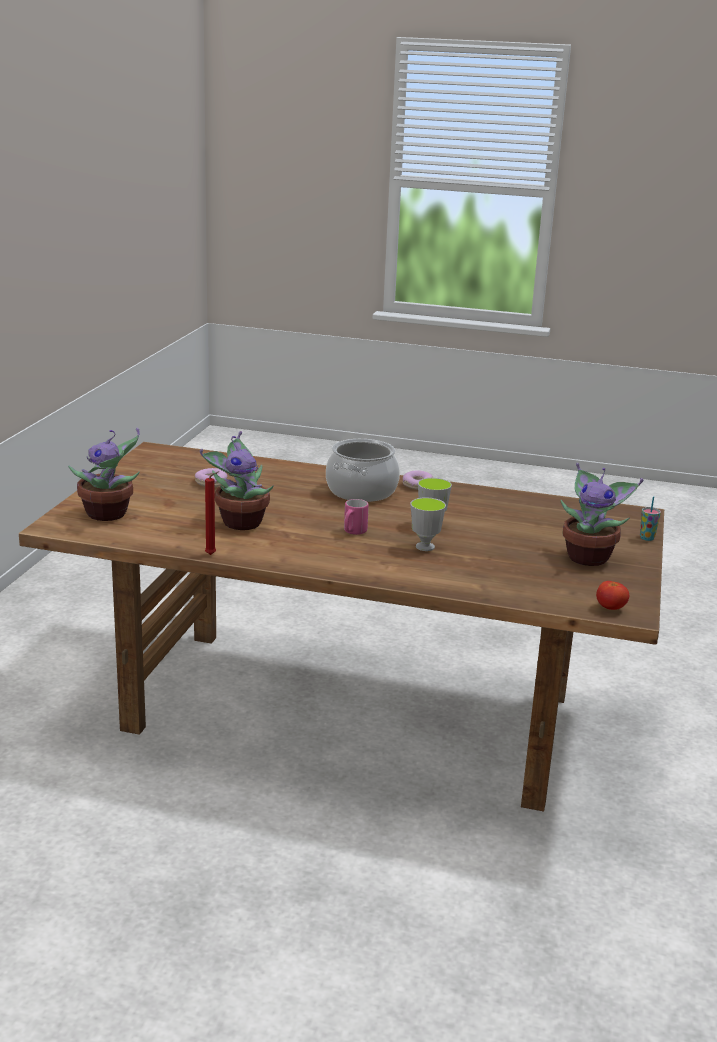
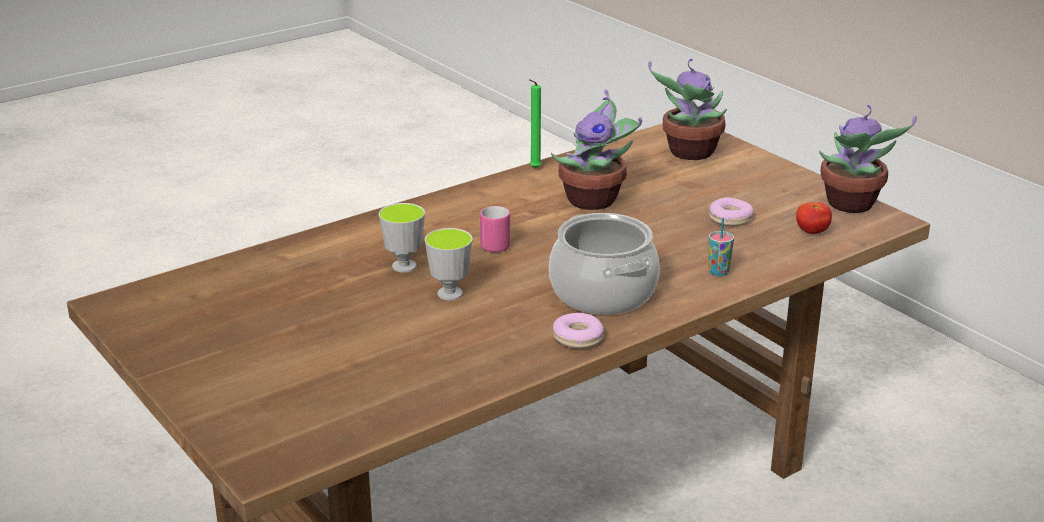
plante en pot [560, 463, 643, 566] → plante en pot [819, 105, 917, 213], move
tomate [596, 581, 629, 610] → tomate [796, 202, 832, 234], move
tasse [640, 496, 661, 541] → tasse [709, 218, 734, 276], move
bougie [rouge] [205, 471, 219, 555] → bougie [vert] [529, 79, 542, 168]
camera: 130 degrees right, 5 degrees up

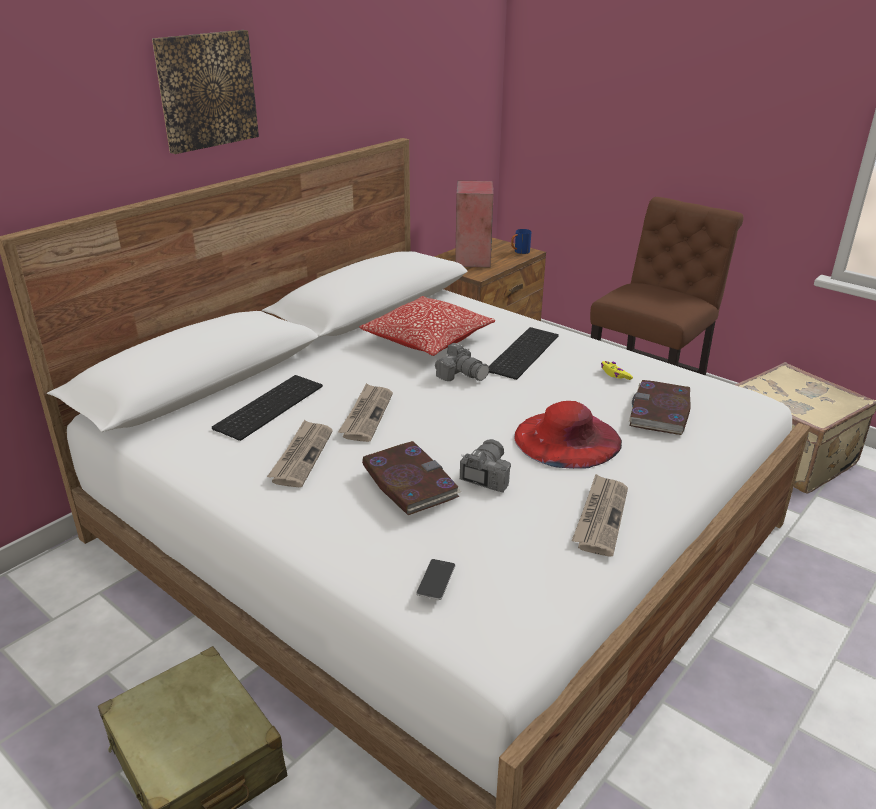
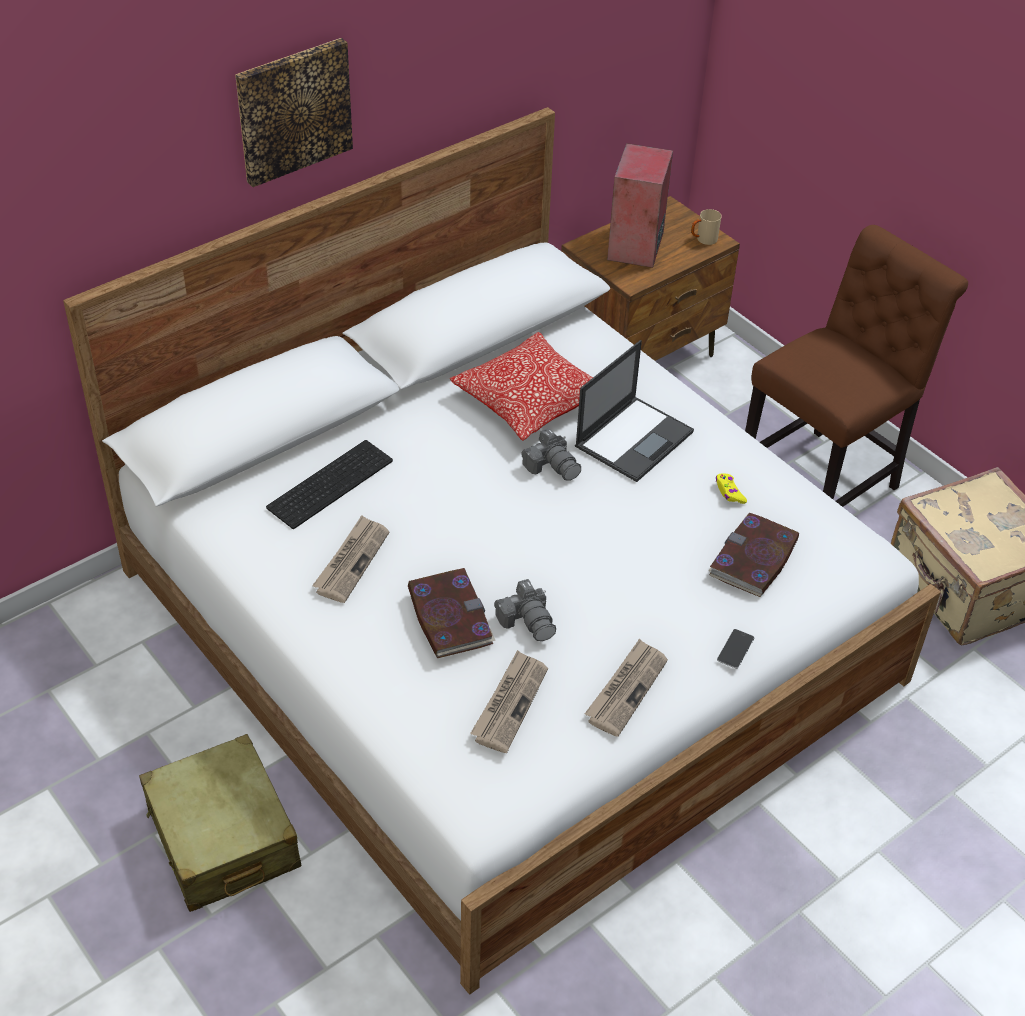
chapeau [rouge] [514, 401, 622, 469] → -
journal [338, 383, 393, 442] → journal [470, 650, 548, 753], move
téléphone [416, 559, 455, 600] → téléphone [717, 629, 754, 669], move
clavier [488, 327, 559, 380] → ordinateur portable [575, 340, 694, 482]
mug [bleu] [511, 229, 532, 254] → mug [beige] [691, 209, 722, 245]
appareil photo [460, 439, 511, 493] → appareil photo [494, 579, 556, 641], 120 degrees clockwise
camera: 10 degrees right, 15 degrees up

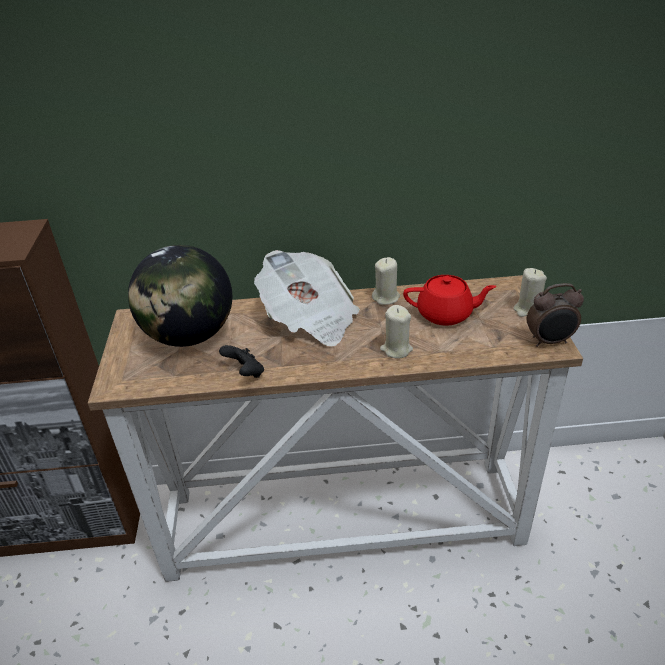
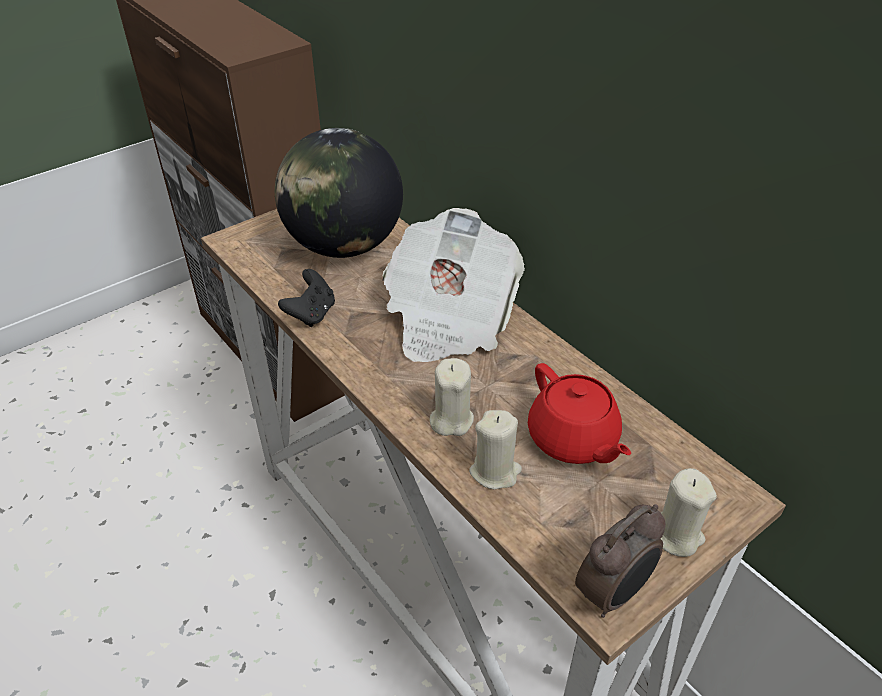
bougie [beige] [372, 257, 400, 305] → bougie [beige] [469, 410, 522, 490], move
réveil [527, 283, 584, 347] → réveil [575, 504, 666, 618], 90 degrees counterclockwise
camera: 55 degrees right, 5 degrees up

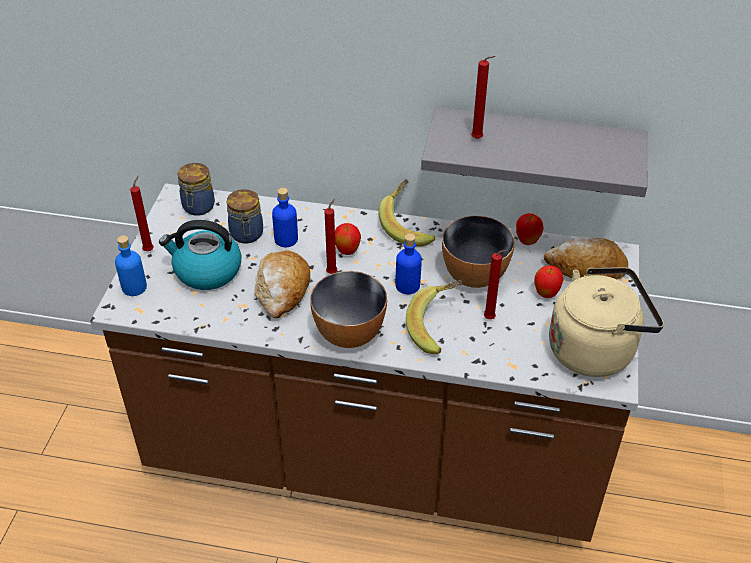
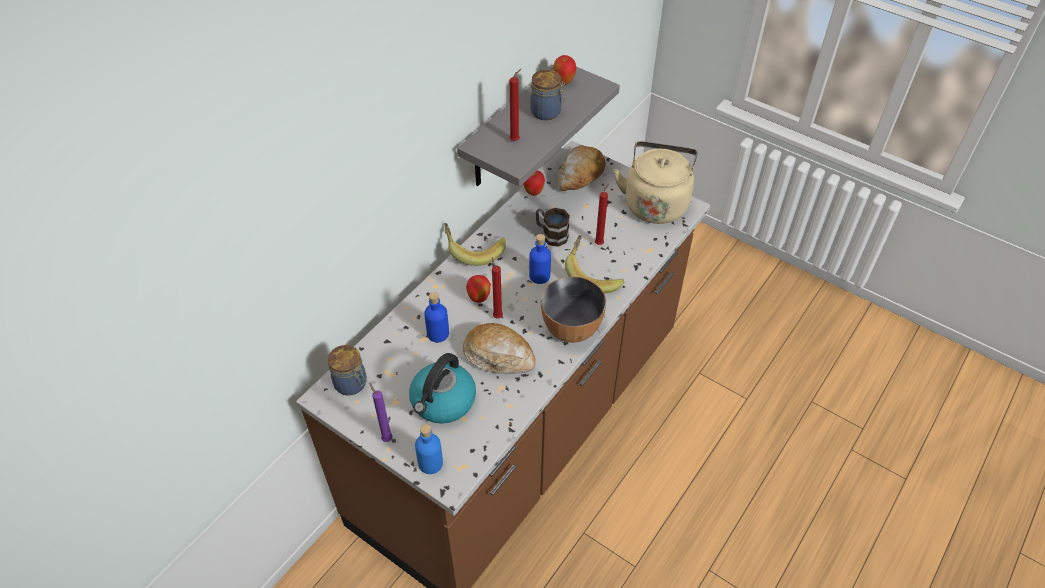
bocal [227, 189, 263, 243] → bocal [530, 70, 565, 120], move
pomme [534, 265, 563, 298] → pomme [553, 55, 576, 85], move
bol [442, 216, 515, 288] → mug [536, 208, 570, 247]
bougie [rouge] [130, 176, 154, 251] → bougie [violet] [369, 383, 393, 442]
camera: 65 degrees left, 5 degrees up

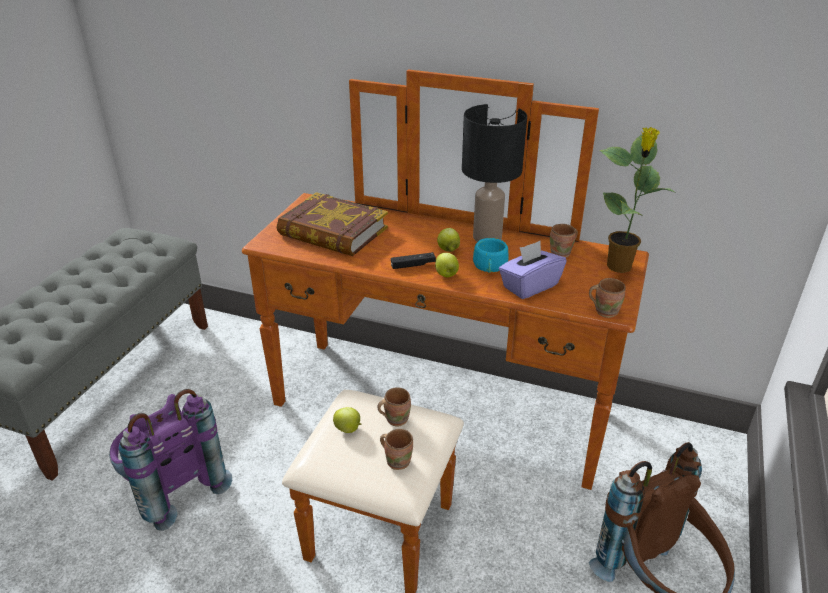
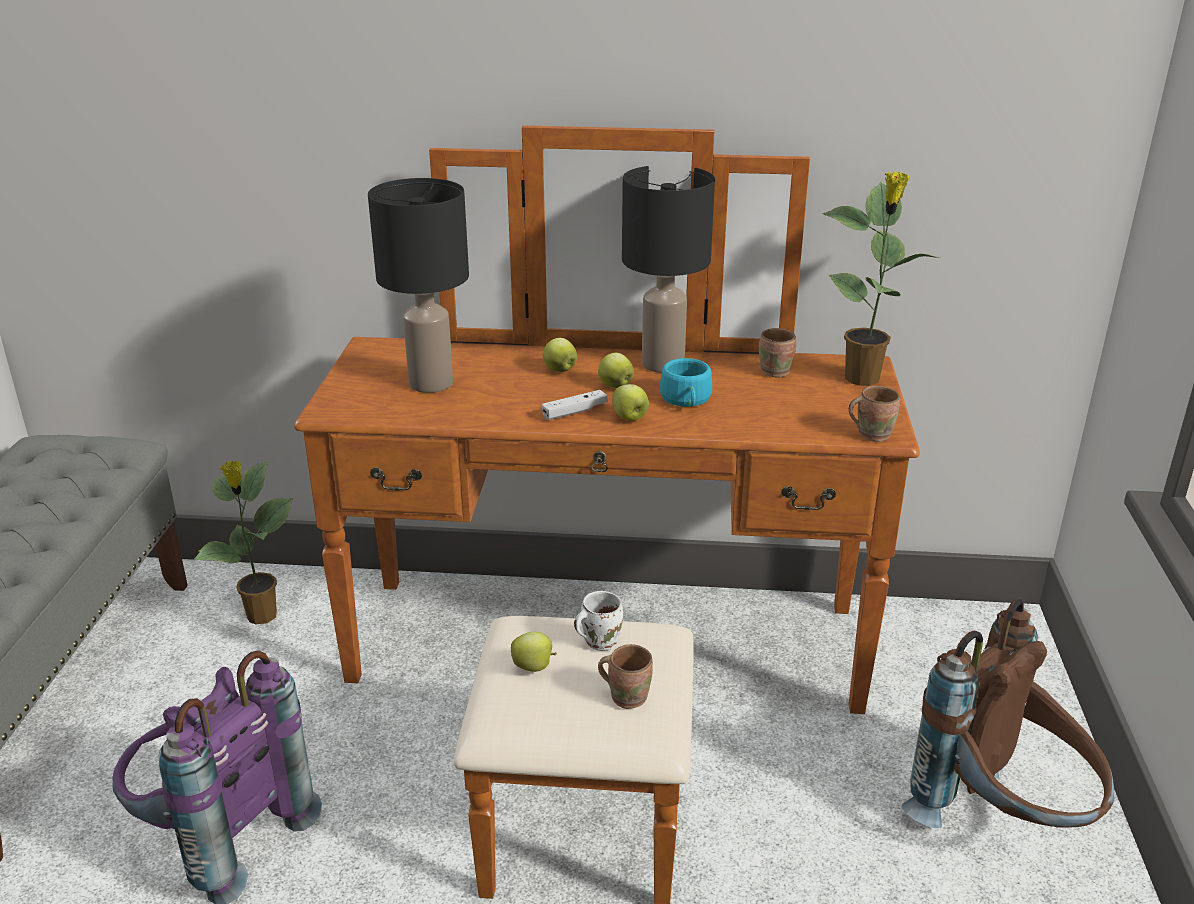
boîte à mouchoirs [violet] [499, 241, 567, 299] → -
- → plante en pot [193, 460, 293, 625]
- → pomme [543, 338, 577, 372]
livre [277, 192, 388, 256] → lampe de table [noir] [368, 178, 469, 393]
mug [marron] [377, 387, 411, 426] → mug [blanc] [574, 591, 623, 651]
manette [noir] [391, 252, 436, 269] → manette [blanc] [542, 390, 607, 420]
camera: 15 degrees left, 5 degrees down

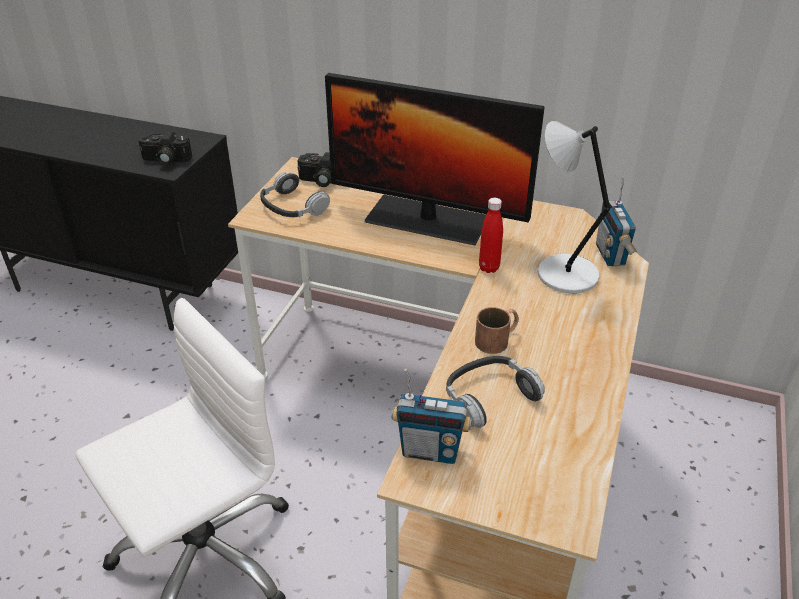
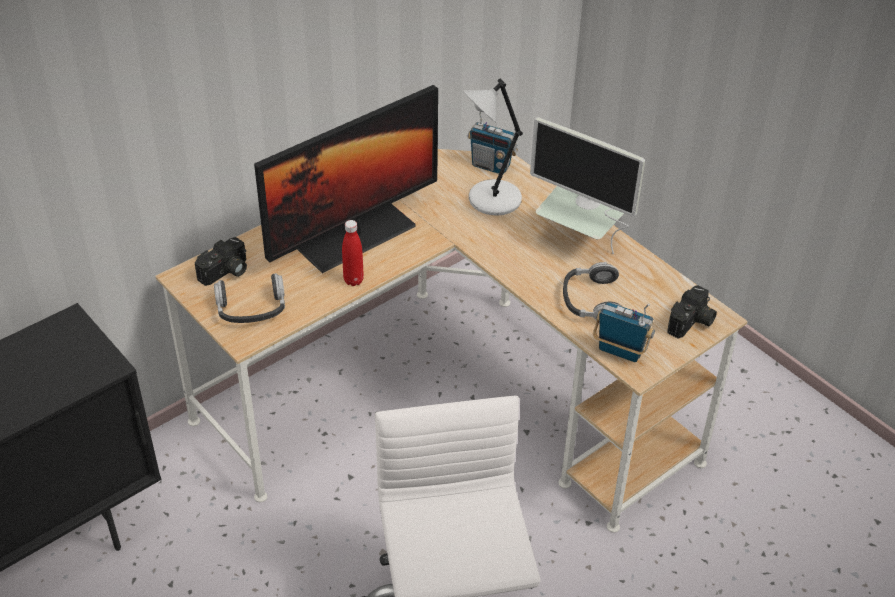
mug [marron] [475, 307, 519, 354] → -
- → écran d'ordinateur [530, 117, 645, 254]
appareil photo [138, 131, 192, 166] → appareil photo [668, 285, 717, 339], move
bouteille [rouge] [479, 198, 503, 273] → bouteille [rouge] [342, 220, 364, 286], move
radio [391, 369, 472, 464] → radio [593, 302, 655, 362], 105 degrees counterclockwise
camera: 60 degrees left, 5 degrees up

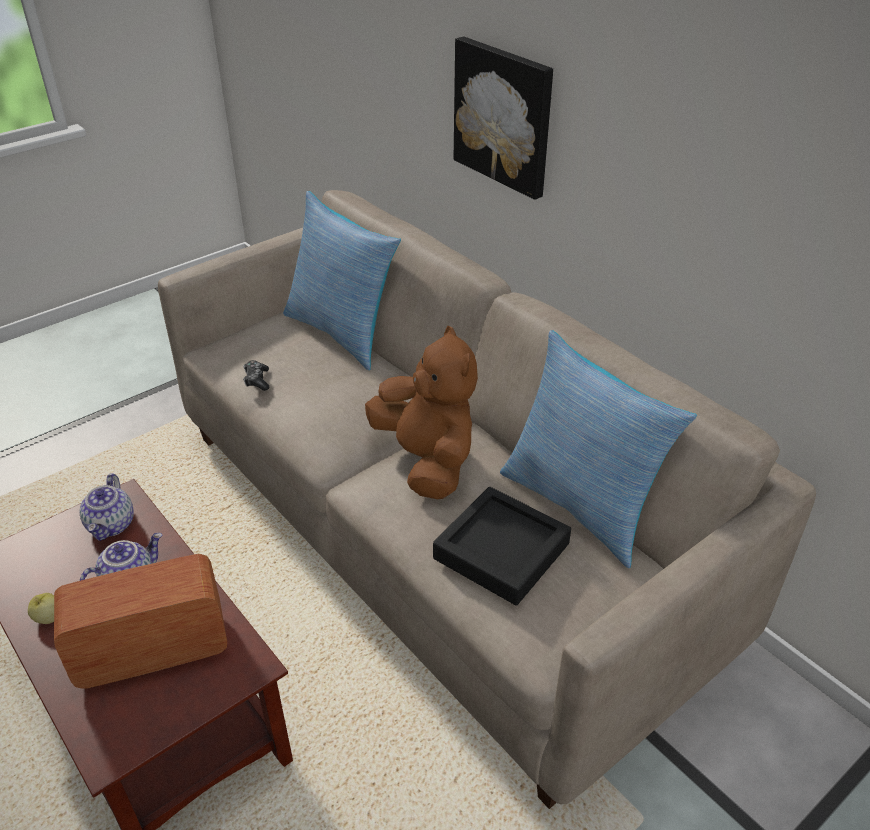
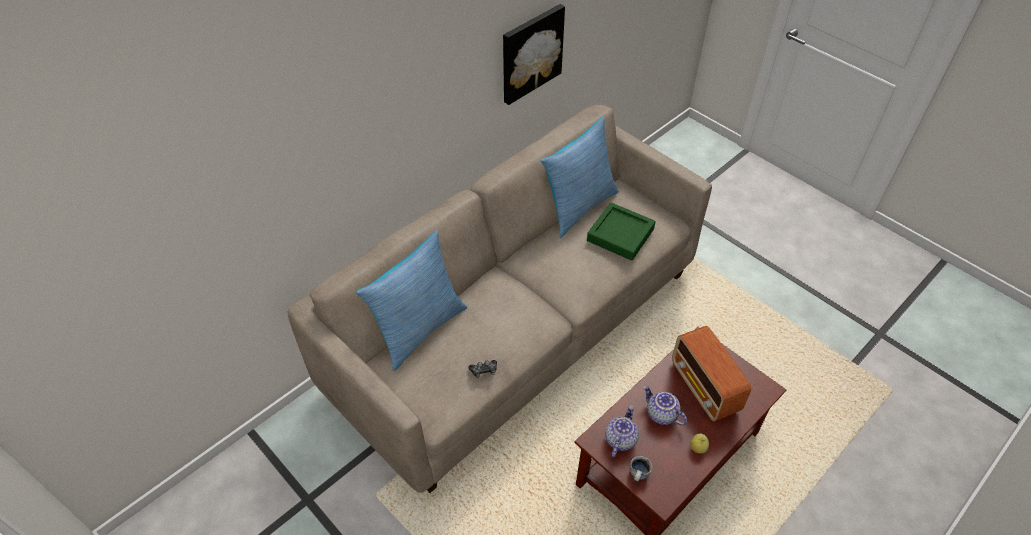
peluche [marron] [365, 326, 478, 499] → -
- → mug [630, 456, 652, 481]
tableau [454, 37, 553, 200] → tableau [503, 4, 565, 105], move
plateau [noir] [433, 487, 571, 605] → plateau [vert] [587, 203, 656, 261]
théière [80, 474, 134, 541] → théière [605, 405, 639, 457], 60 degrees counterclockwise
camera: 95 degrees left, 10 degrees up

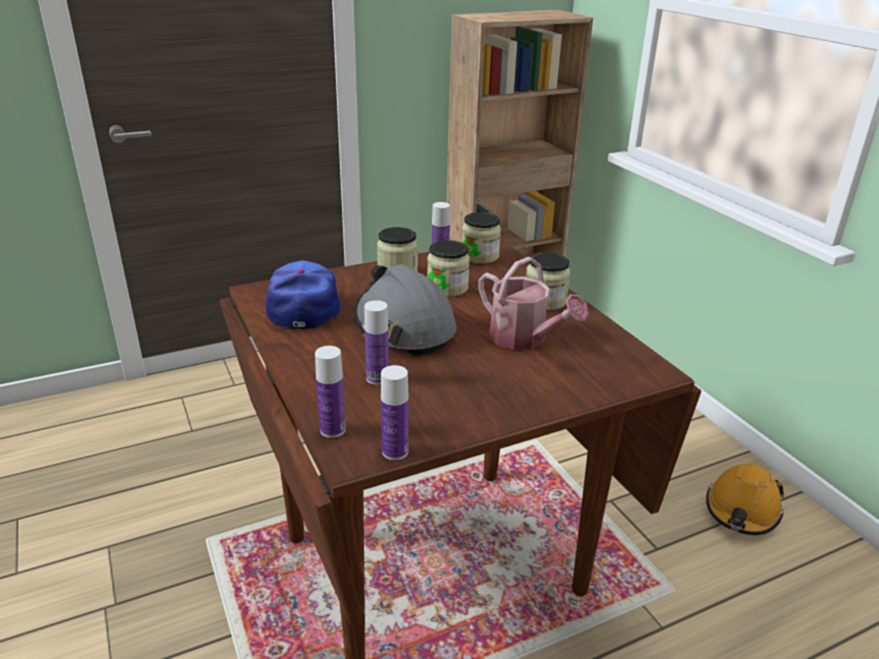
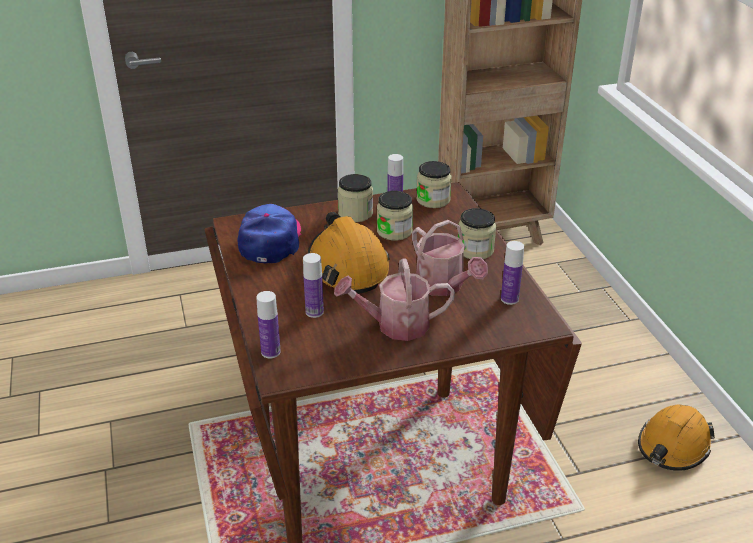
- → arrosoir [334, 258, 455, 341]
bouteille [381, 365, 409, 460] → bouteille [501, 241, 524, 305], move
casque de chantier [gris] [354, 264, 456, 355] → casque de chantier [orange] [308, 212, 390, 294]
camera: 10 degrees right, 5 degrees up

